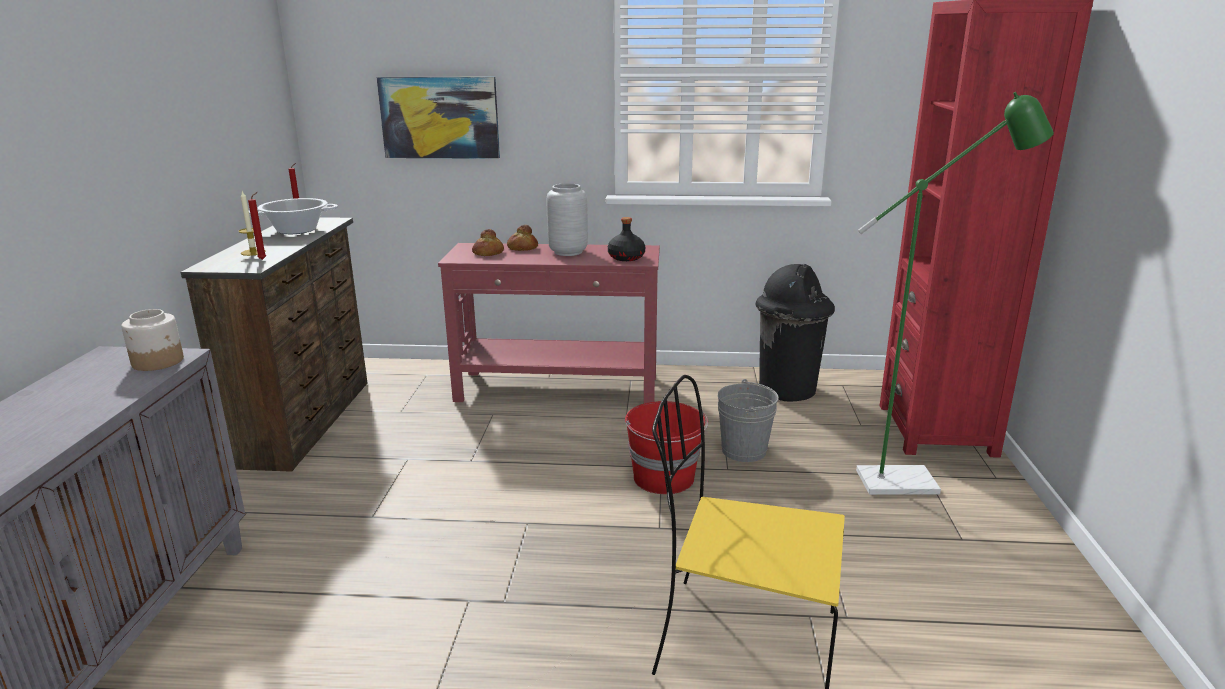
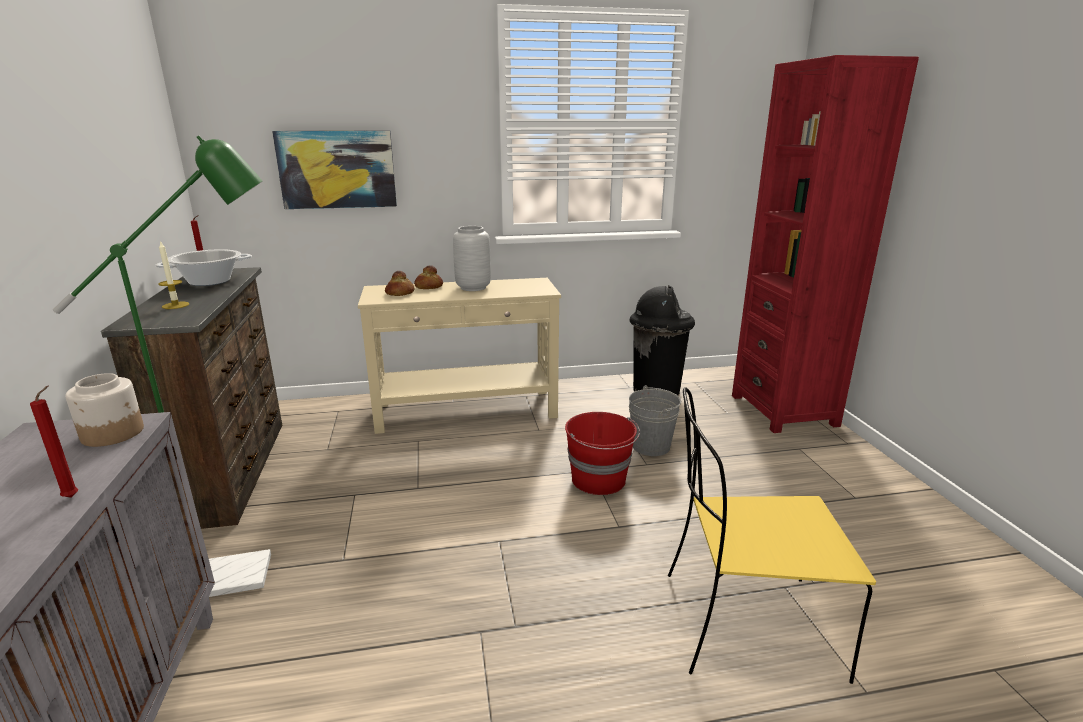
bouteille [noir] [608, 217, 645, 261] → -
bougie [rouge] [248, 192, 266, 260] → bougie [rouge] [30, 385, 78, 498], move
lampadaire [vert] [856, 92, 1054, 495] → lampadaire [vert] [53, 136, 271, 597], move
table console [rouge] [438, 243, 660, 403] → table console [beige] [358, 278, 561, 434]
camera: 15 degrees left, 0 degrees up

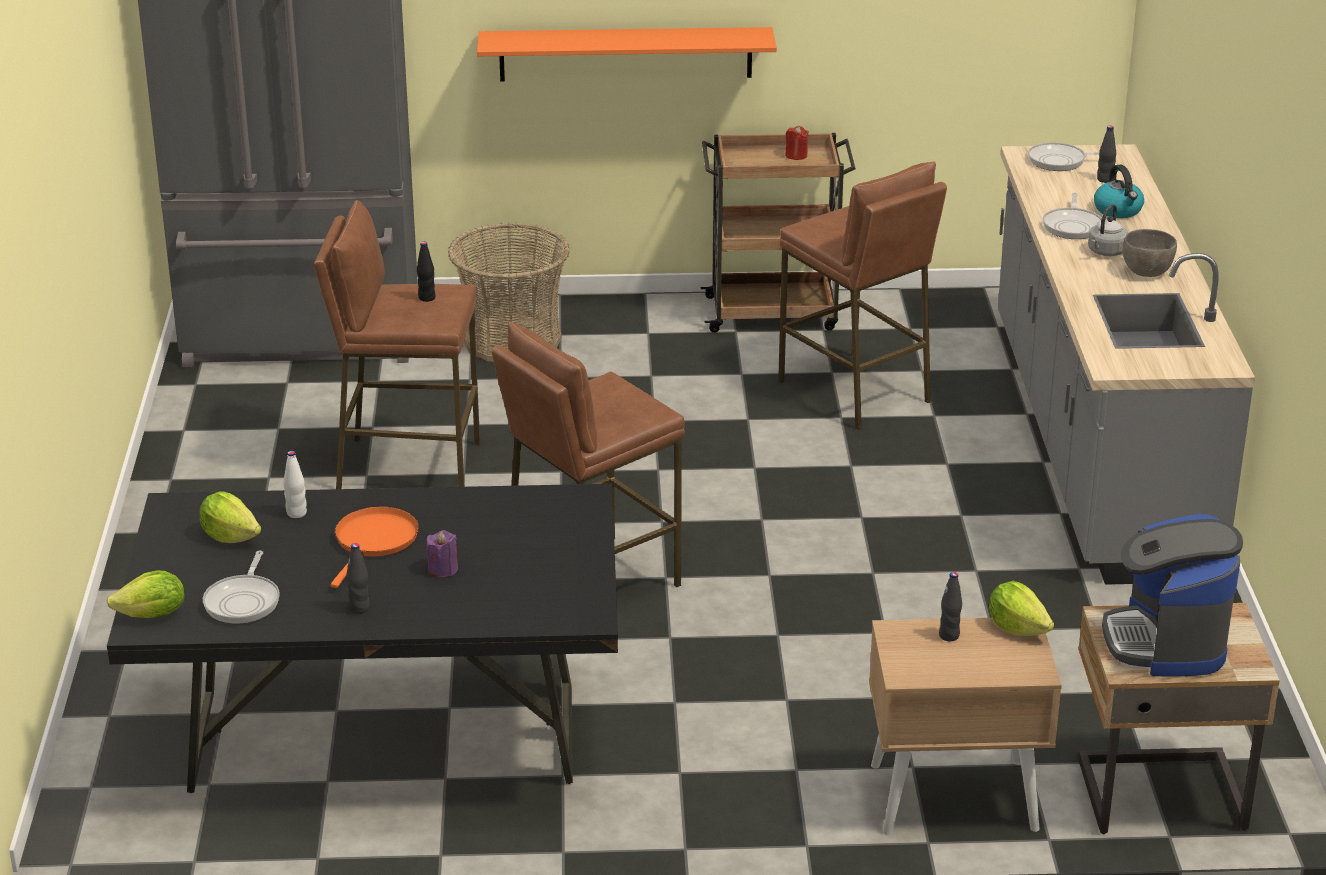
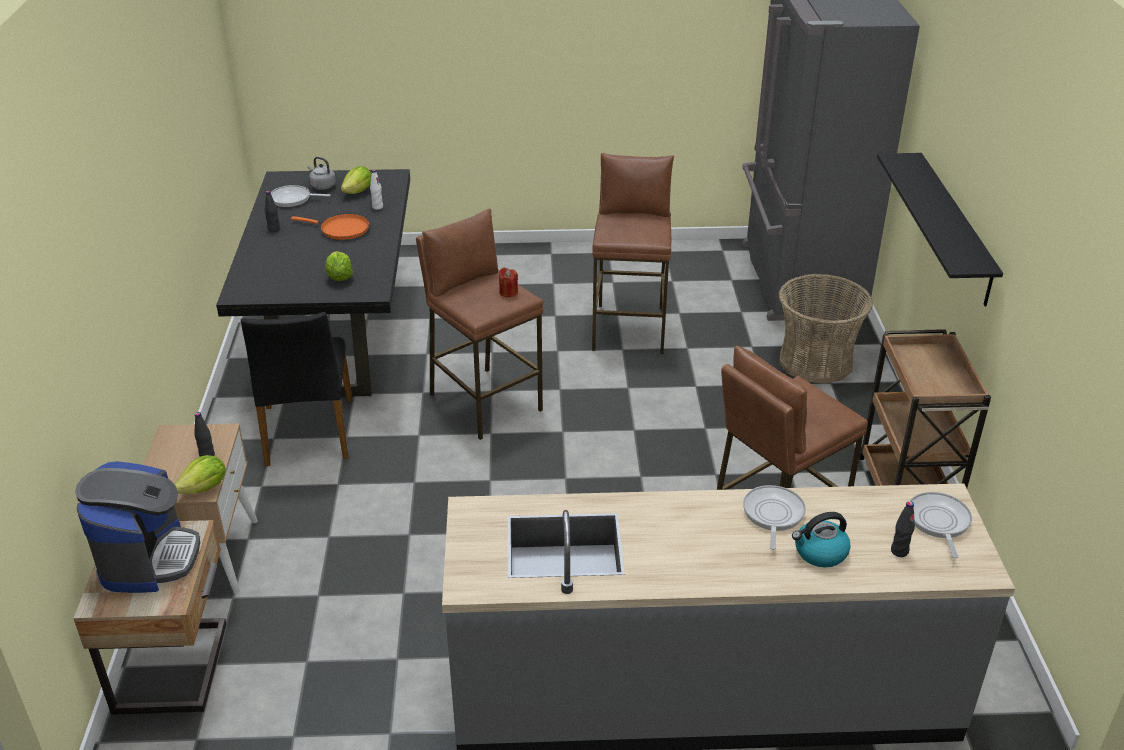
bouteille [noir] [417, 242, 436, 302] → -
bougie [violet] [427, 530, 458, 577] → -
bol [gris] [1122, 229, 1177, 277] → -
- → chaise [noir] [241, 312, 352, 466]
laitue [107, 571, 185, 618] → laitue [325, 251, 353, 281], move
bougie [rouge] [785, 126, 809, 160] → bougie [rouge] [499, 267, 518, 297], move
bouilloire [gris] [1088, 204, 1128, 256] → bouilloire [gris] [308, 157, 336, 190], move
étagère [orange] [477, 27, 777, 81] → étagère [noir] [877, 153, 1003, 307]
poêle [1043, 193, 1102, 239] → poêle [743, 485, 806, 550], 90 degrees clockwise
machine à café [1102, 514, 1243, 677] → machine à café [75, 461, 200, 593], 90 degrees clockwise
camera: 90 degrees right, 5 degrees up

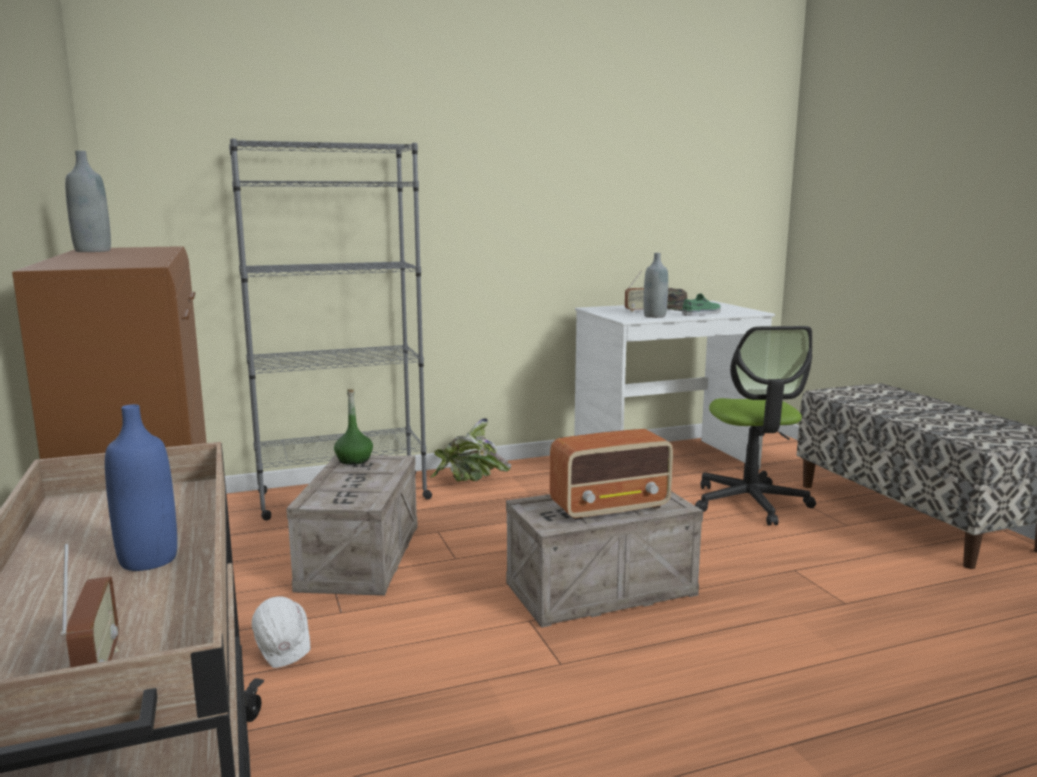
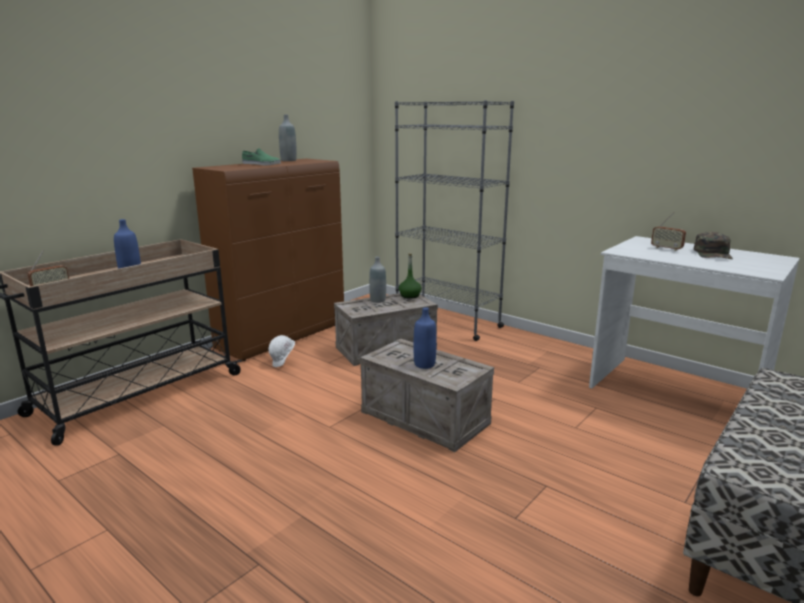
plante en pot [430, 418, 511, 481] → -
chaise de bureau [695, 326, 816, 526] → -
bouteille [gris] [644, 253, 668, 318] → bouteille [gris] [369, 256, 386, 303], move
chaussure [vert] [682, 294, 721, 316] → chaussure [vert] [242, 148, 281, 165], move
radio [550, 429, 673, 520] → bouteille [bleu] [414, 307, 437, 369]
camera: 60 degrees right, 5 degrees up

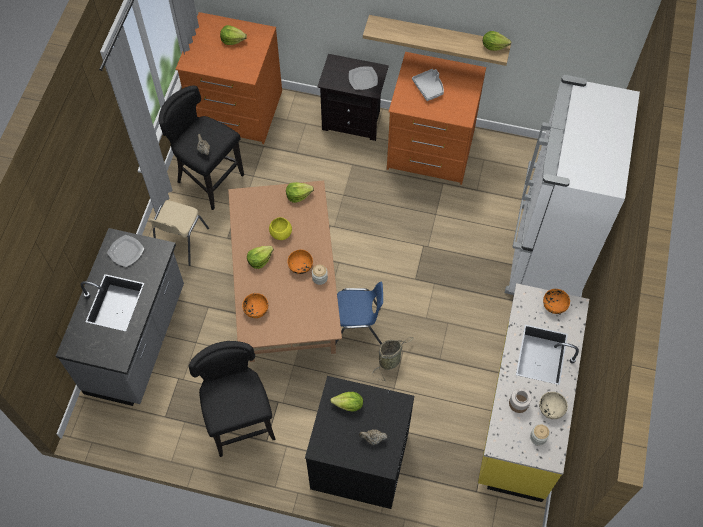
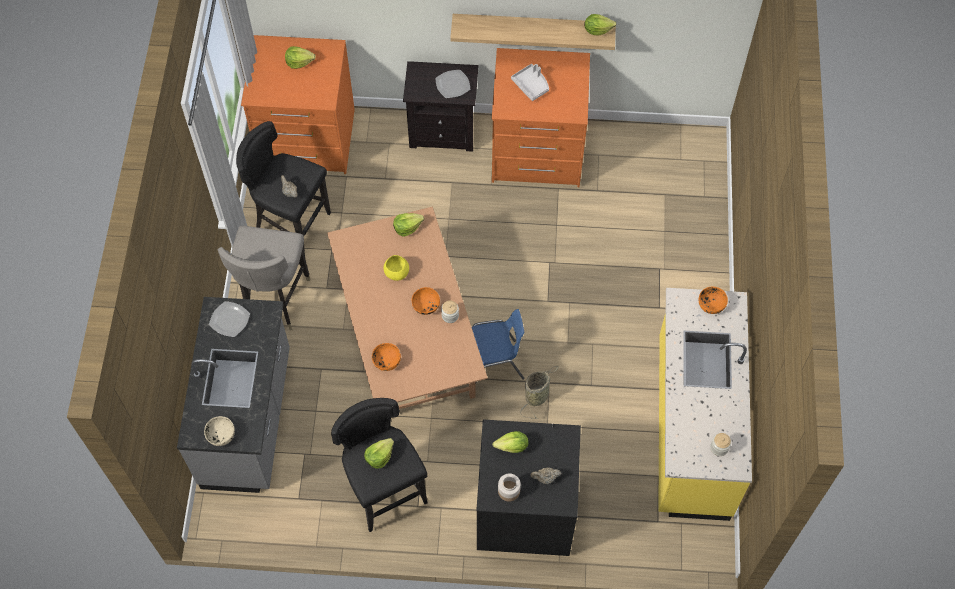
réfrigérateur [blanc] [505, 75, 640, 297] → -
laitue [247, 246, 274, 269] → laitue [364, 438, 394, 469], move
bocal [509, 388, 532, 413] → bocal [498, 473, 521, 502], move
bol [beige] [539, 392, 568, 419] → bol [beige] [204, 416, 235, 446], move
chaise [beige] [149, 201, 209, 266] → tabouret [gris] [218, 226, 310, 330]
camera: 10 degrees left, 0 degrees up

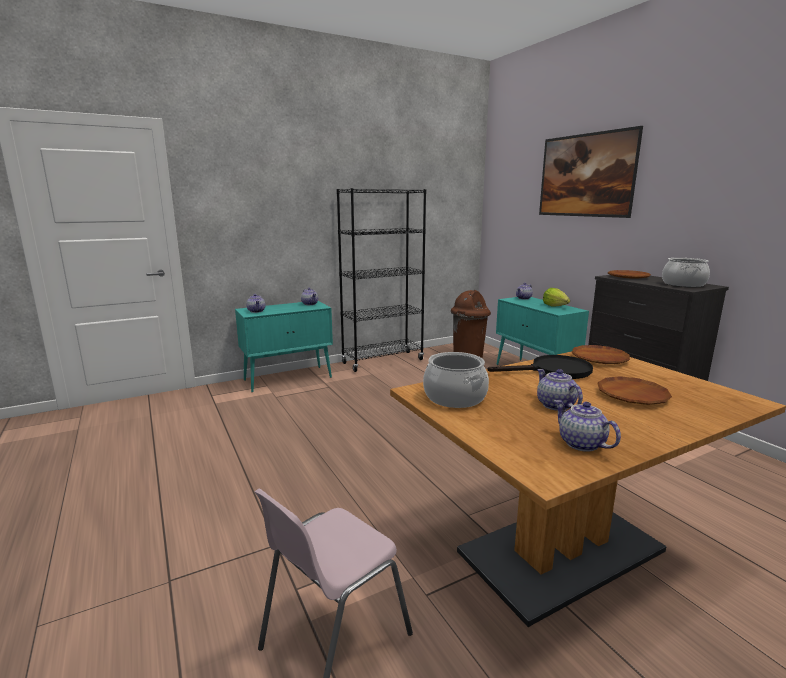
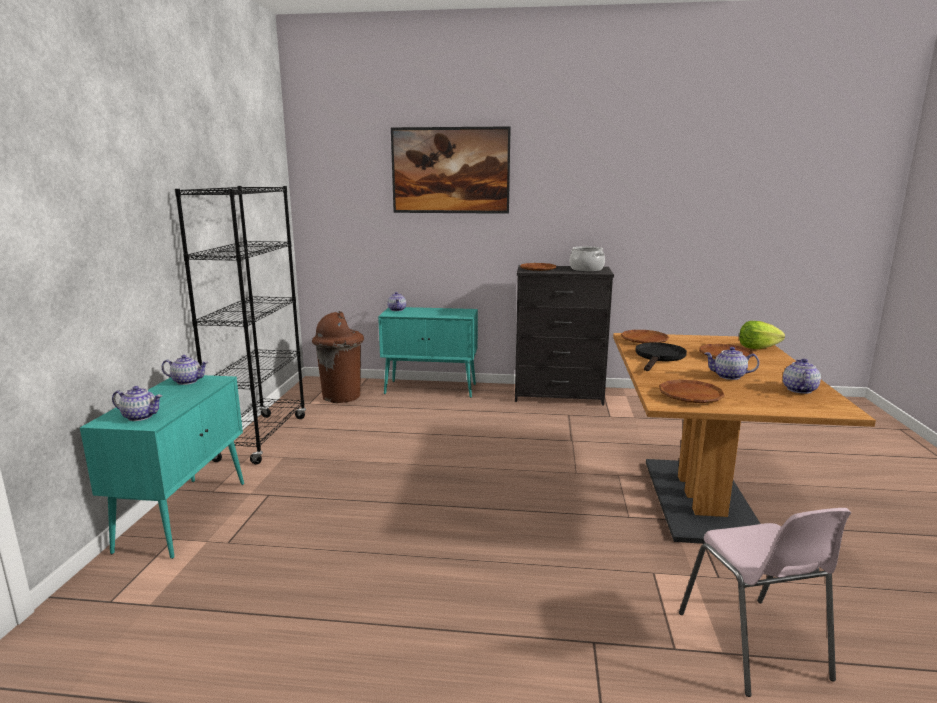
laitue [543, 288, 570, 306] → laitue [739, 321, 785, 349], move
marmite [423, 352, 489, 408] → assiette [marron] [659, 379, 725, 403]
théière [554, 400, 621, 452] → théière [783, 359, 821, 394], 105 degrees clockwise
camera: 55 degrees left, 0 degrees up

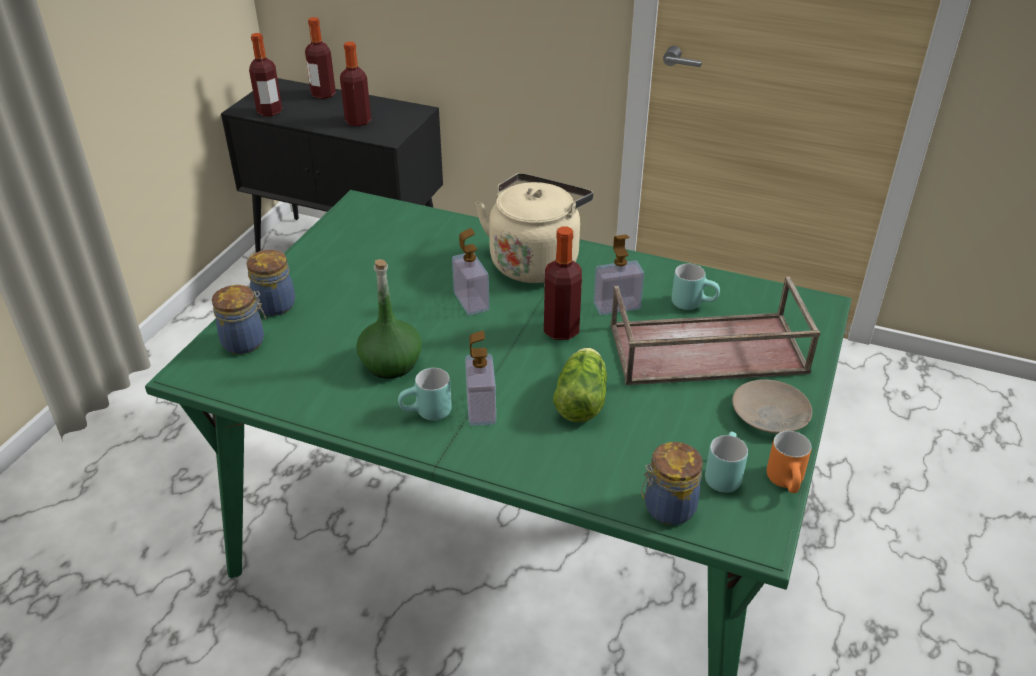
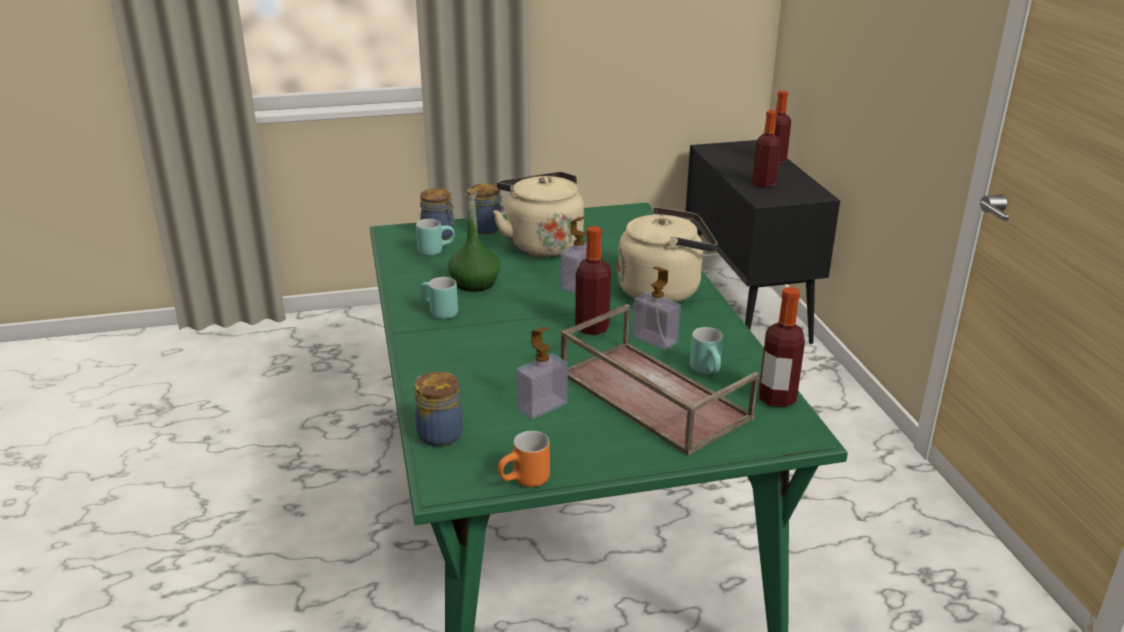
laitue [553, 348, 607, 422] → -
assiette [beige] [732, 379, 812, 433] → -
- → bouilloire [beige] [493, 172, 584, 257]
bouteille [249, 33, 282, 116] → bouteille [759, 287, 805, 407], move
distributeur de savon [465, 331, 496, 426] → distributeur de savon [516, 327, 568, 419], move
mug [turquoise] [705, 432, 748, 493] → mug [turquoise] [416, 219, 455, 256], move
camera: 55 degrees right, 10 degrees down

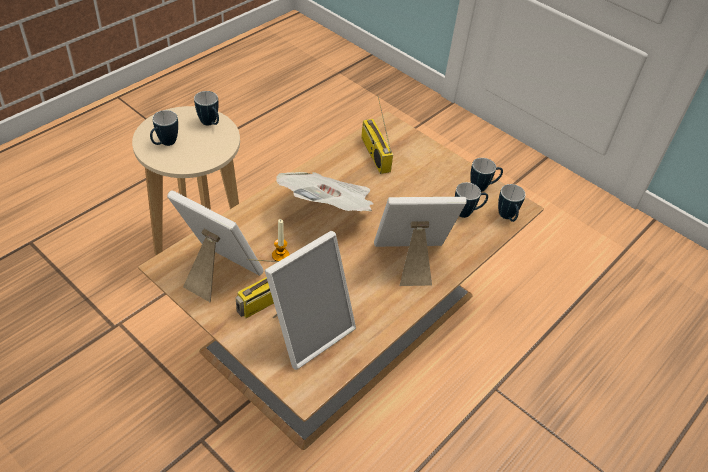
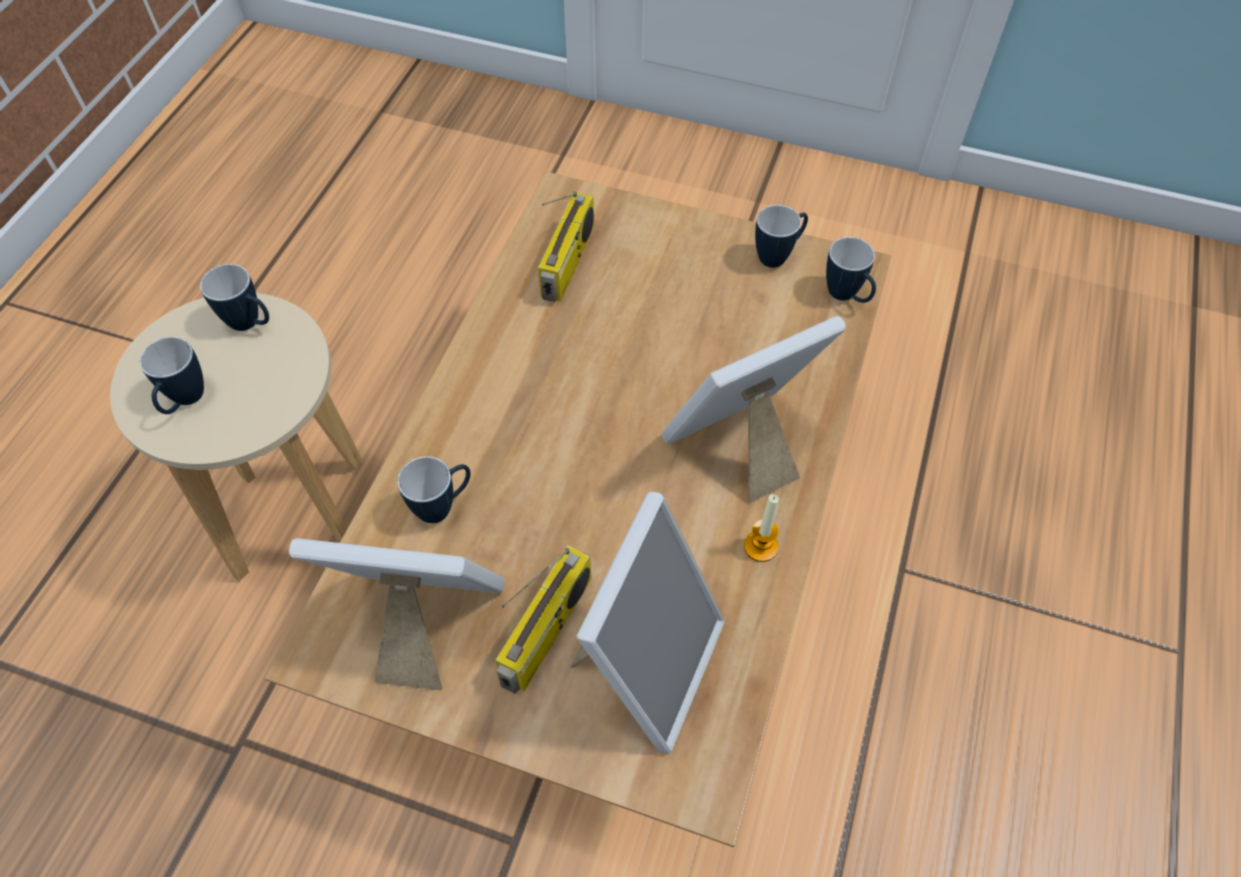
journal [276, 172, 374, 212] → -
bougie [272, 219, 289, 261] → bougie [744, 494, 779, 562], move
mug [455, 182, 488, 218] → mug [398, 456, 471, 523], move
radio [361, 96, 393, 174] → radio [538, 192, 594, 302], 120 degrees counterclockwise
camera: 20 degrees left, 10 degrees up

